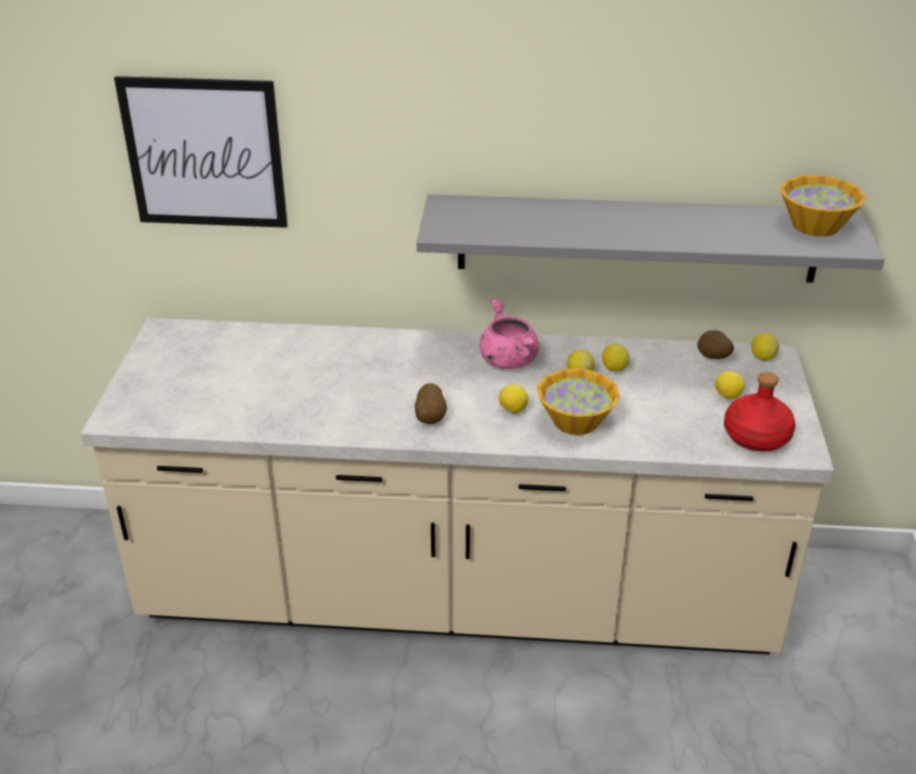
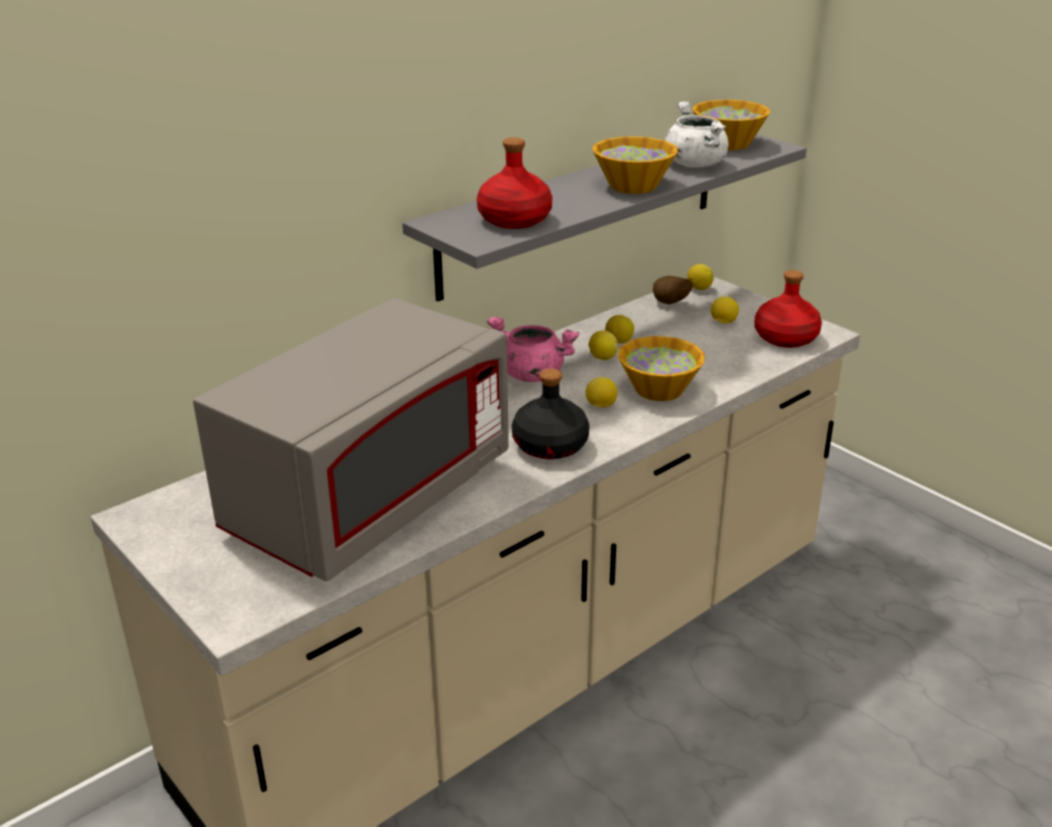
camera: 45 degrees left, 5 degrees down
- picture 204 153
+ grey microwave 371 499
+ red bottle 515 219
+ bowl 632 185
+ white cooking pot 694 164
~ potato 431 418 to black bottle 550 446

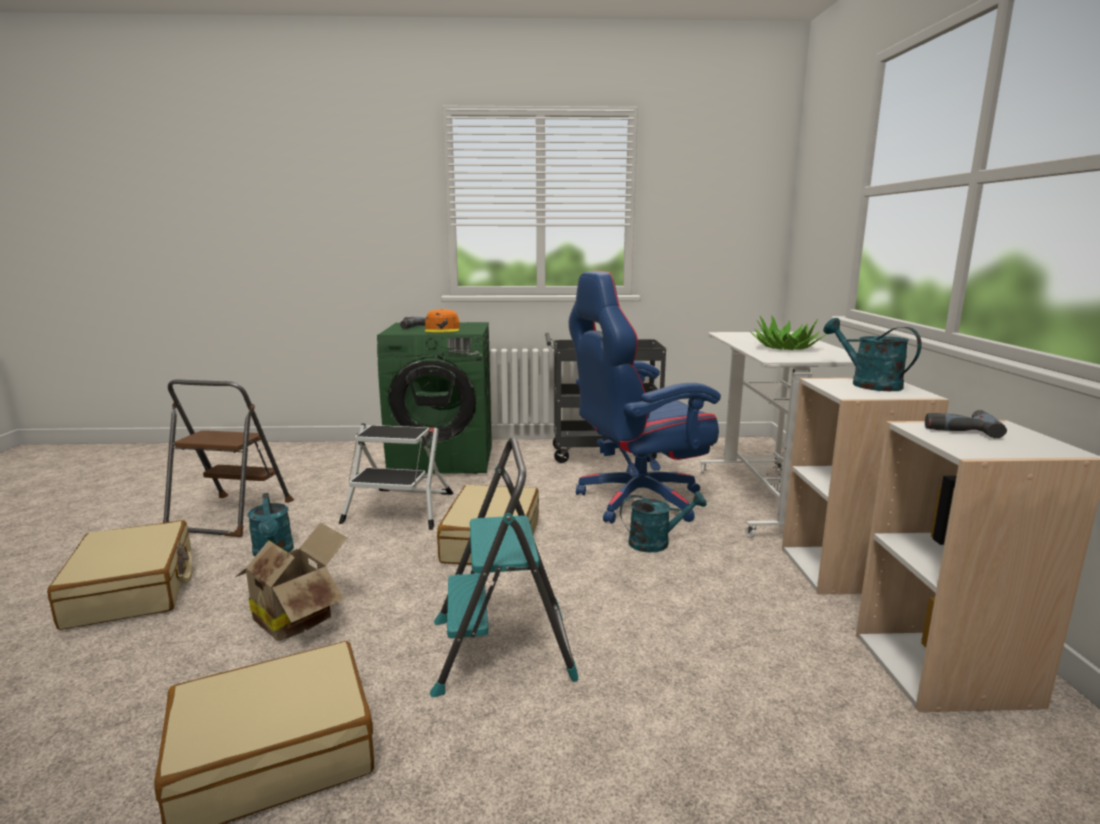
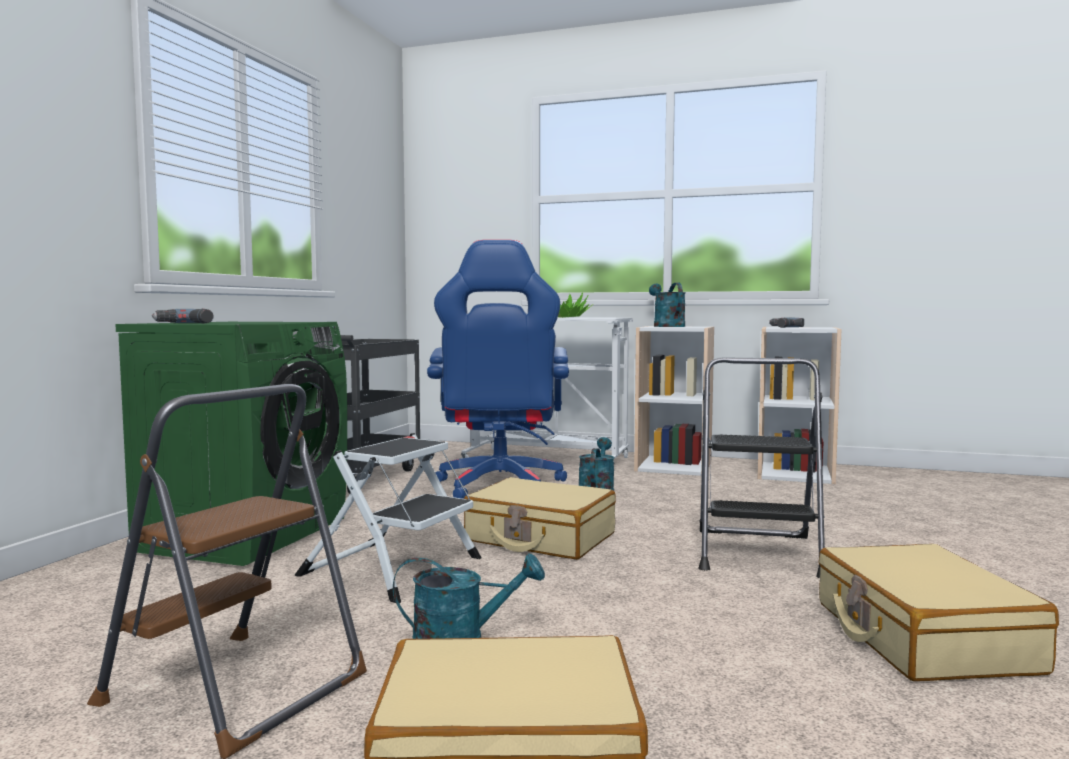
camera: 70 degrees left, 10 degrees down
- cardboard box 297 617
- orange cap 442 330
~ turquoise step ladder 509 648 to black step ladder 757 550
~ turquoise watering can 868 384 = 666 326 90 degrees clockwise

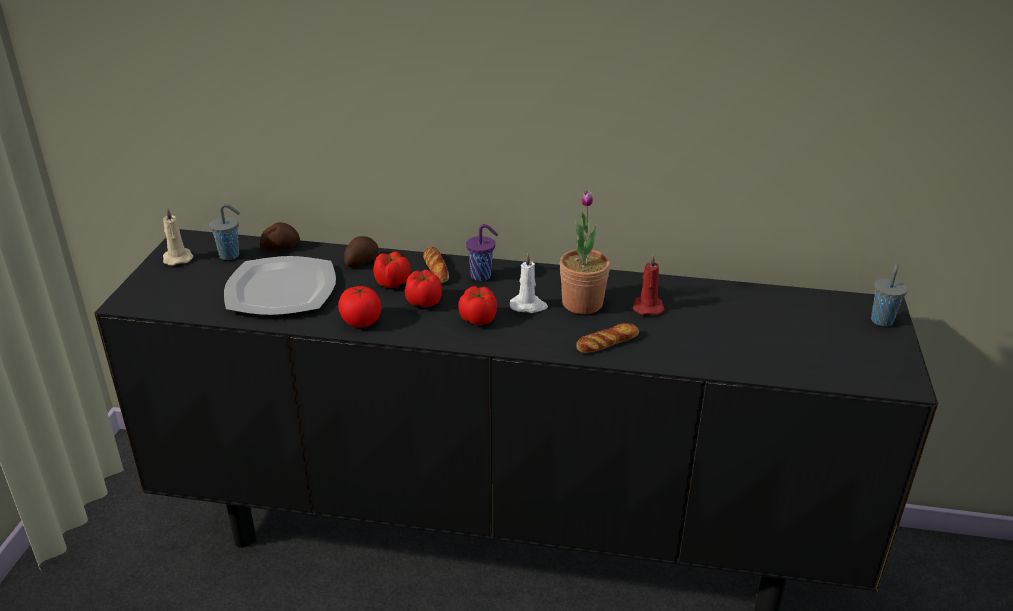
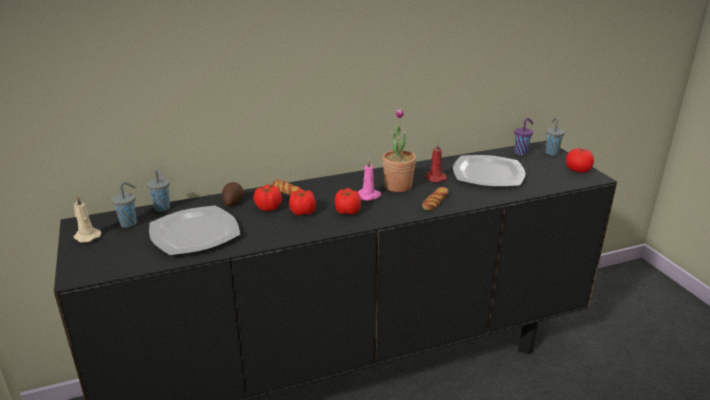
camera: 30 degrees left, 5 degrees down
+ plate 487 174
~ tomato 361 321 to 578 170
~ purple cup 482 276 to 521 153
~ potato 280 247 to grey cup 163 208
~ white candle 528 306 to pink candle 369 196

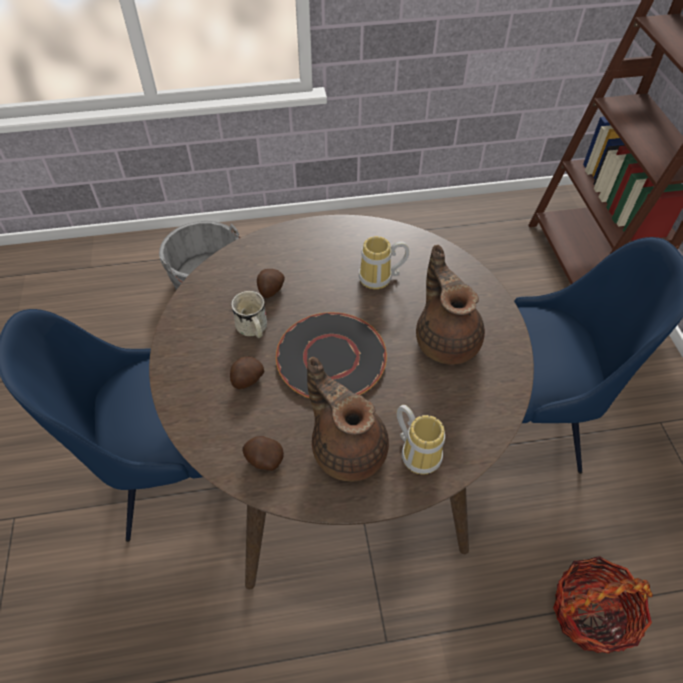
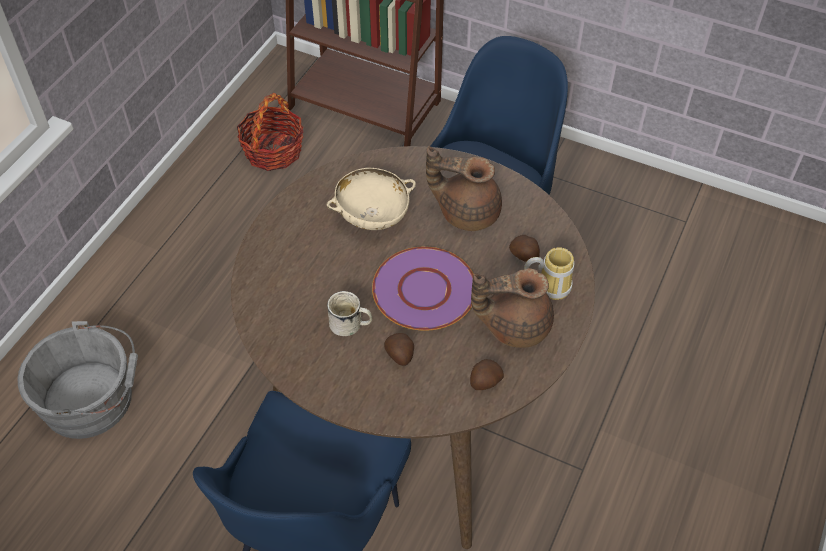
camera: 55 degrees left, 0 degrees up
~ potato 270 290 to 524 256
~ basket 591 613 to 273 151
~ mug 380 279 to beige bowl 372 215
~ black plate 330 358 to purple plate 424 290

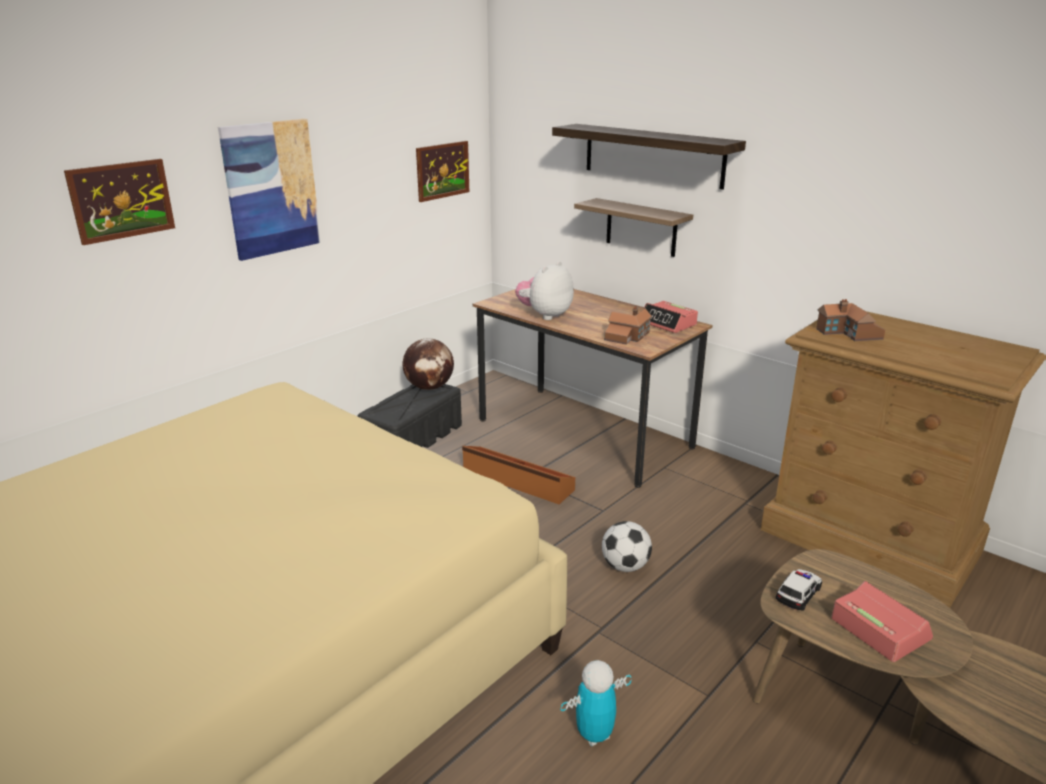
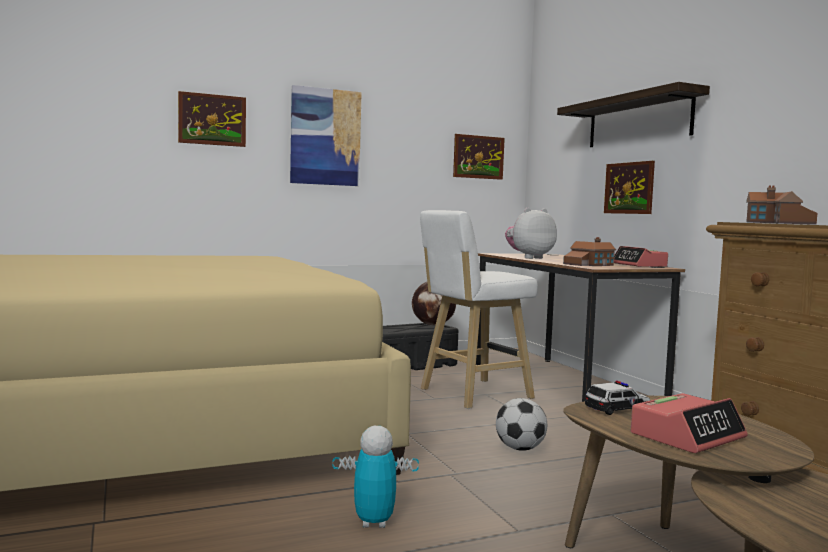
camera: 25 degrees right, 20 degrees down
~ brown storage box 517 481 to white stool 471 394
~ shelf 641 227 to picture 629 188
~ alarm clock 879 629 = 687 436 60 degrees clockwise

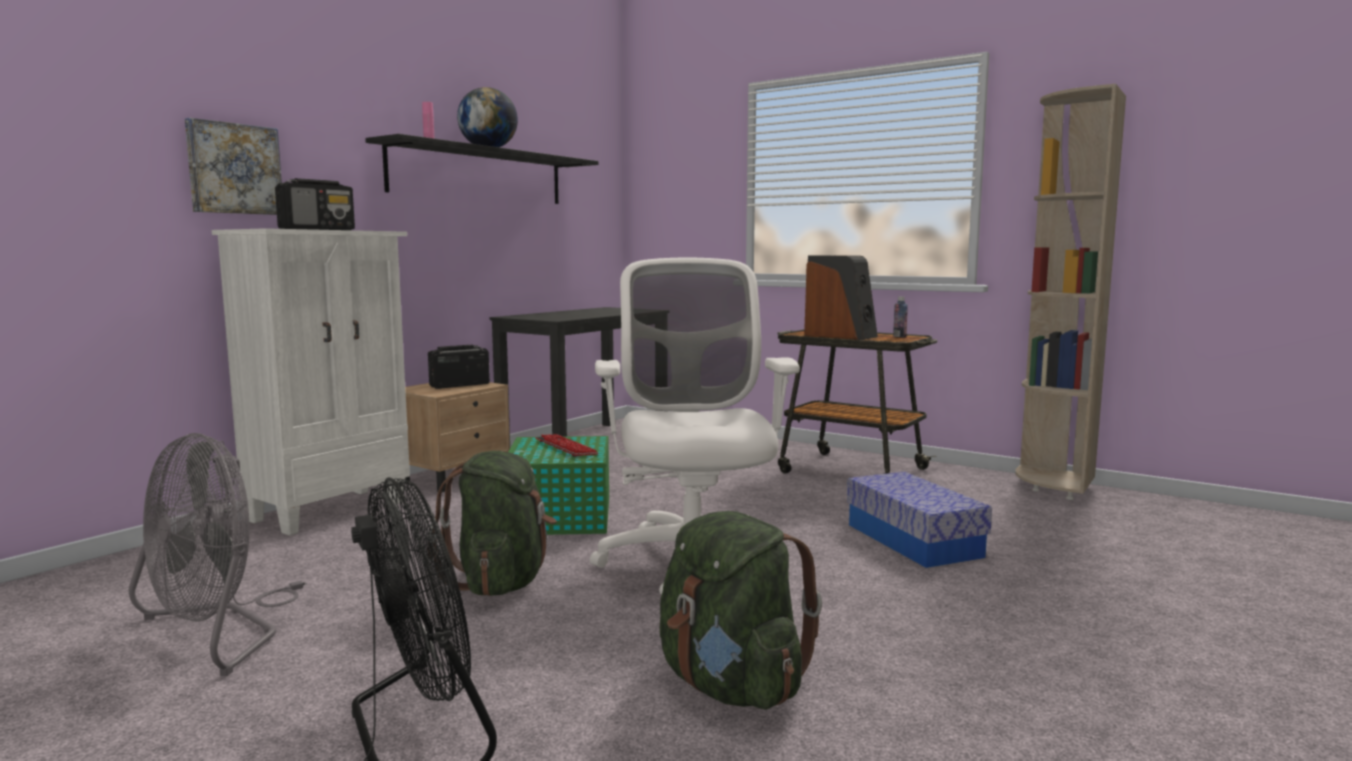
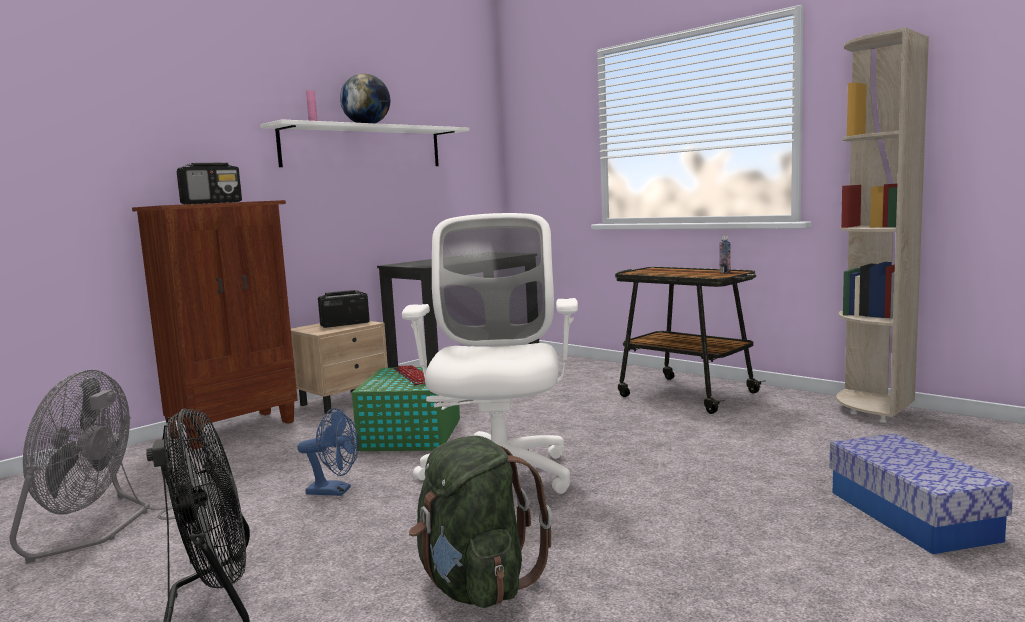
camera: 10 degrees right, 0 degrees up
- picture 233 169
- speaker 840 336
~ storage box 913 540 to 911 515
~ green backpack 500 582 to blue fan 335 491
~ white cabinet 330 512 to brown cabinet 234 430
~ black shelf 479 175 to white shelf 364 147
~ grey fan 222 629 = 111 524 45 degrees clockwise

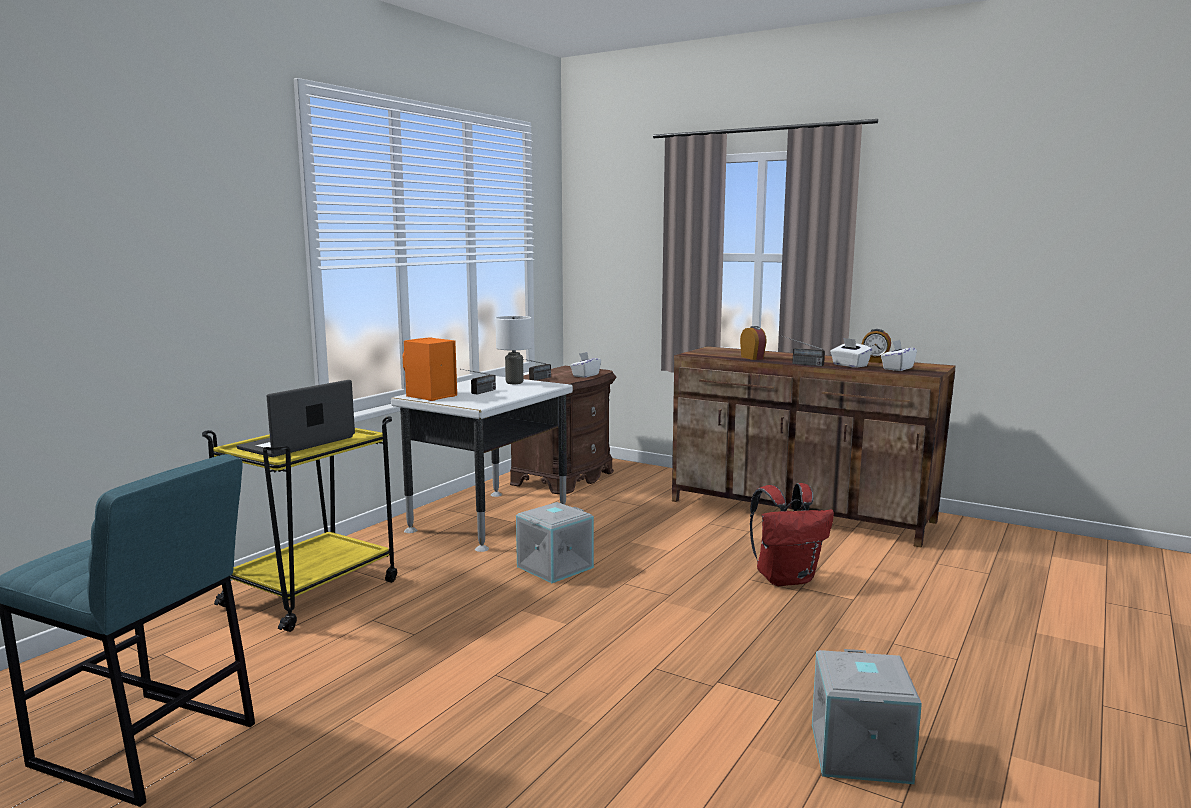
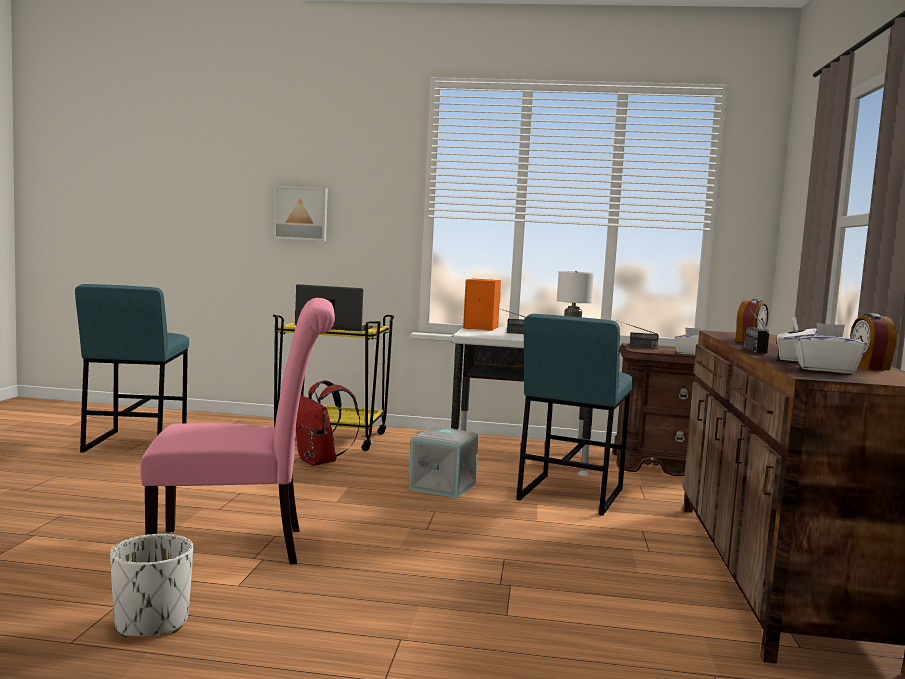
camera: 65 degrees right, 5 degrees down
+ pink chair 240 546
+ picture 301 213
+ blue stool 570 495
~ red backpack 786 578 to 320 462
~ grey storage box 862 753 to white planter 151 623

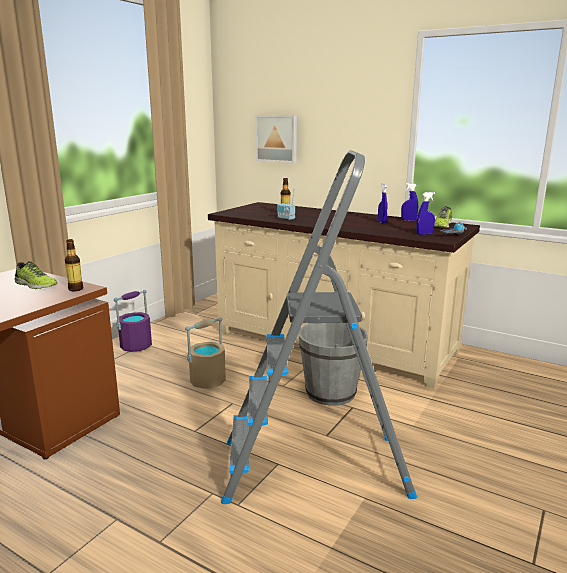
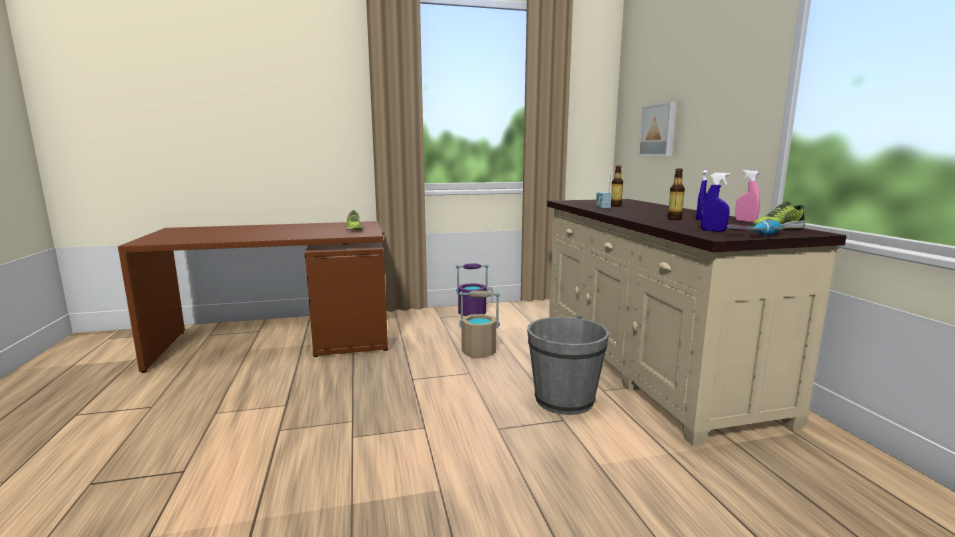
camera: 45 degrees right, 5 degrees down
- grey step ladder 313 468
~ bottle 75 289 to 674 219
~ blue spray bottle 408 220 to pink spray bottle 745 221

